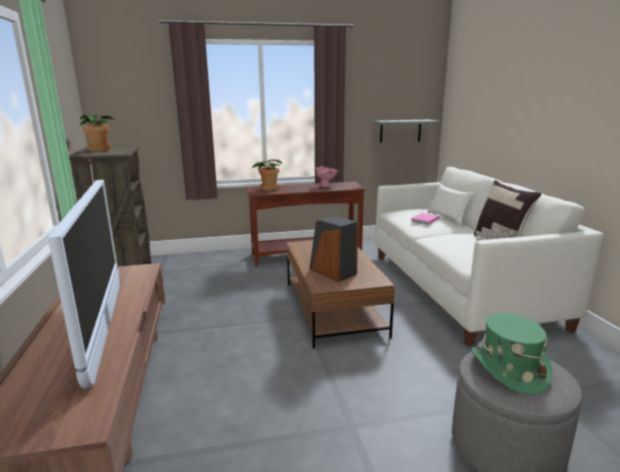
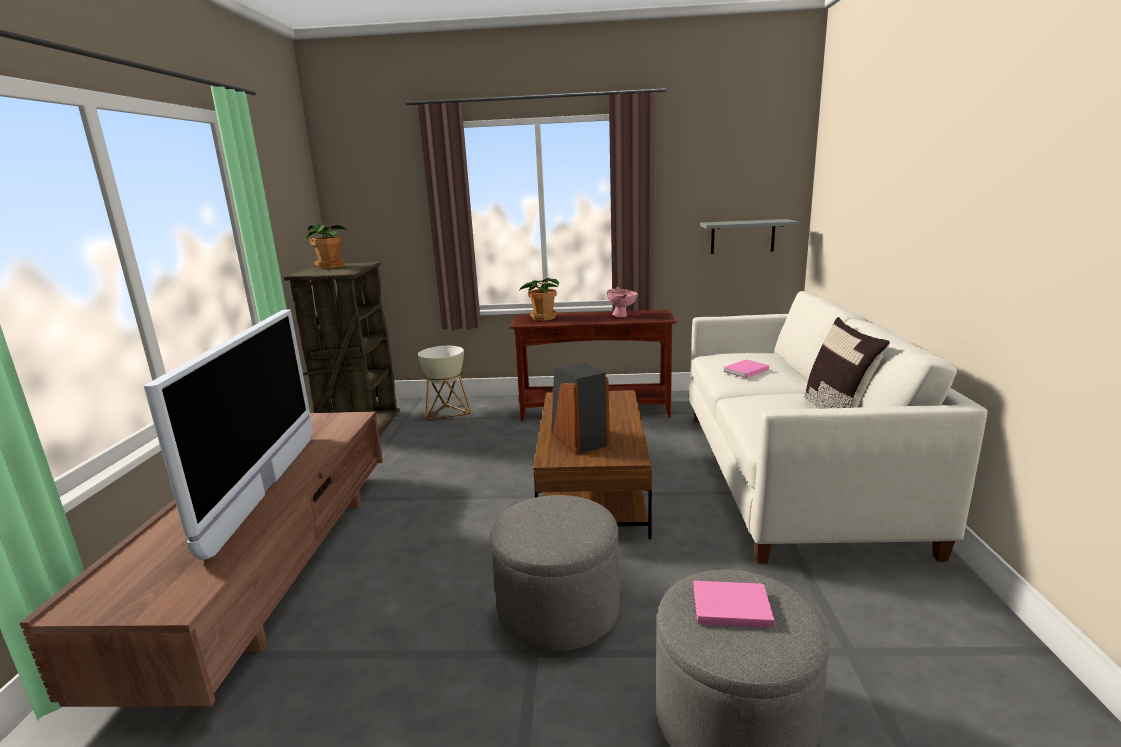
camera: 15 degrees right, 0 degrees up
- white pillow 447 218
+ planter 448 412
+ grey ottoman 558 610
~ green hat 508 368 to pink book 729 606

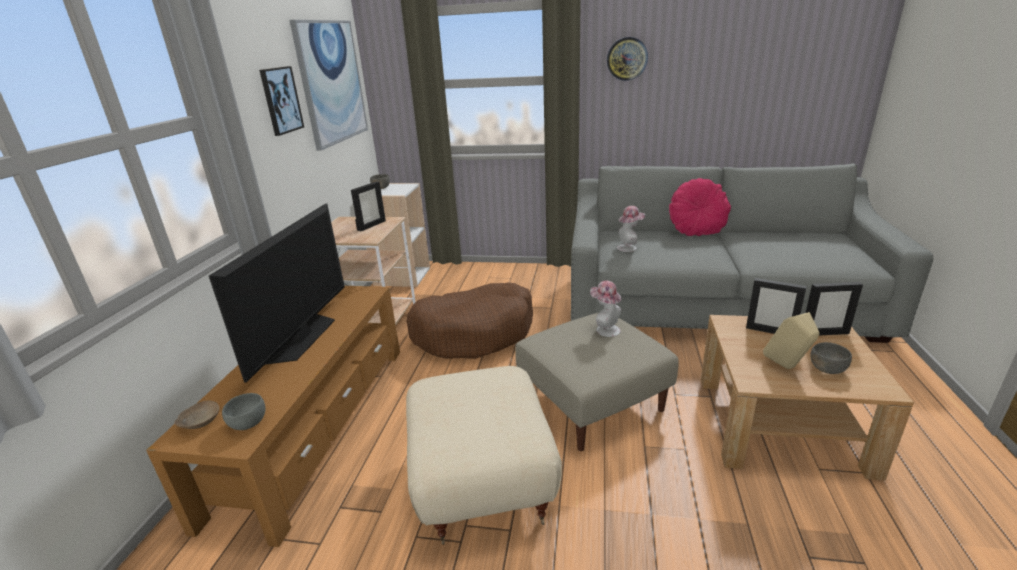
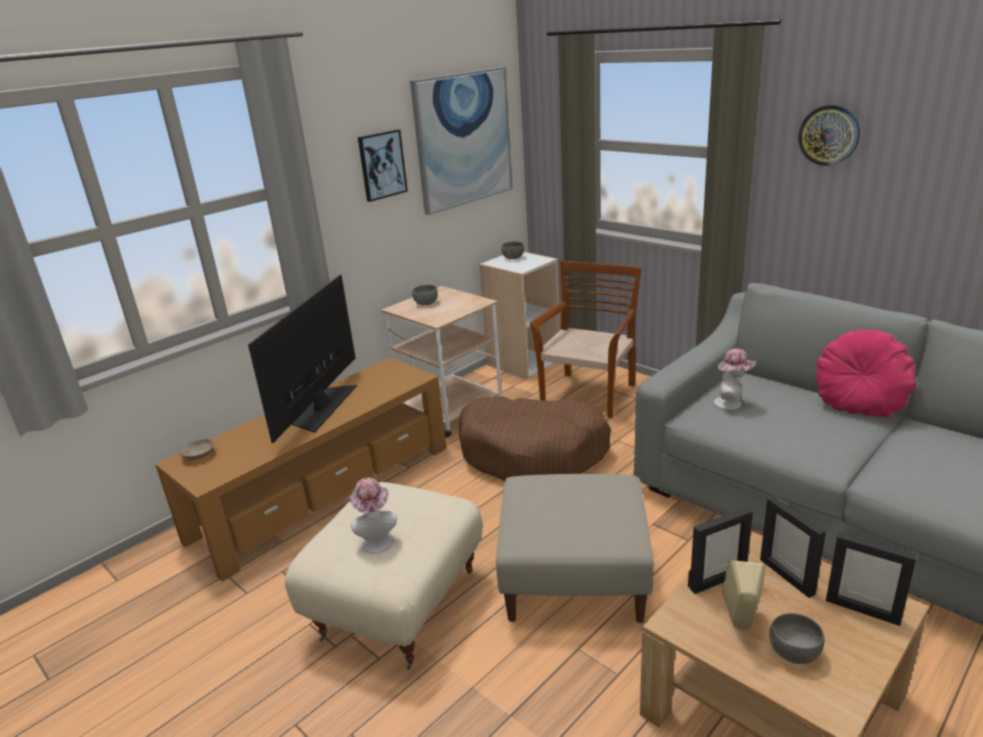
camera: 35 degrees right, 0 degrees up
+ brown armchair 588 394
~ grey bowl 248 423 to 425 303
~ picture frame 371 225 to 717 580
~ hat 605 329 to 376 540
~ television 302 338 = 322 407 150 degrees clockwise

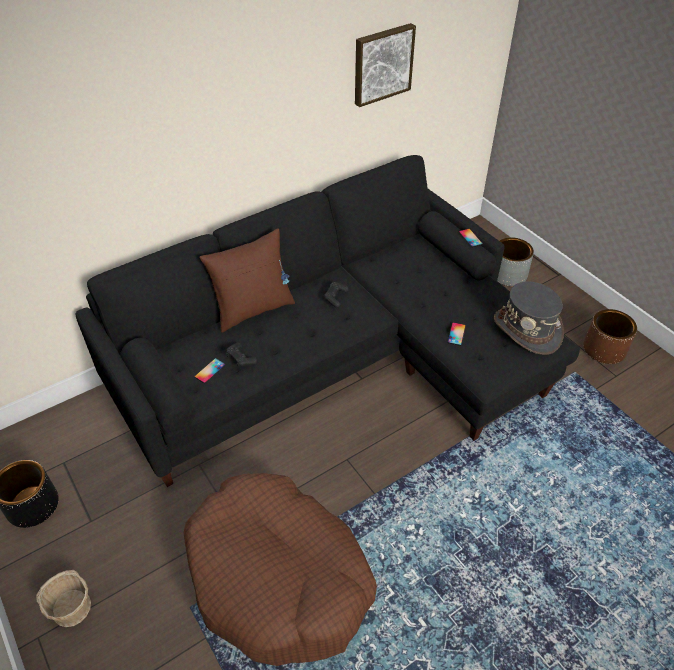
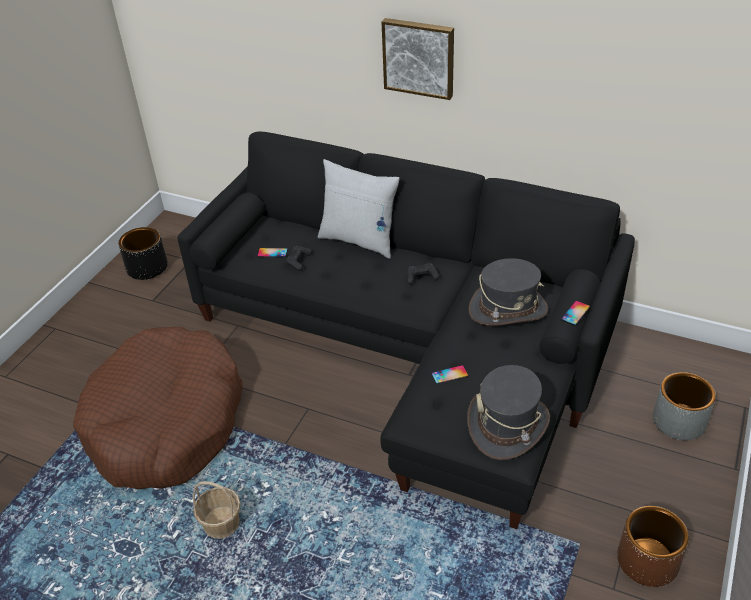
camera: 60 degrees right, 5 degrees down
+ grey hat 508 310
~ basket 71 608 to 221 523
~ picture 382 64 to 419 57
~ brown pillow 253 310 to grey pillow 358 241

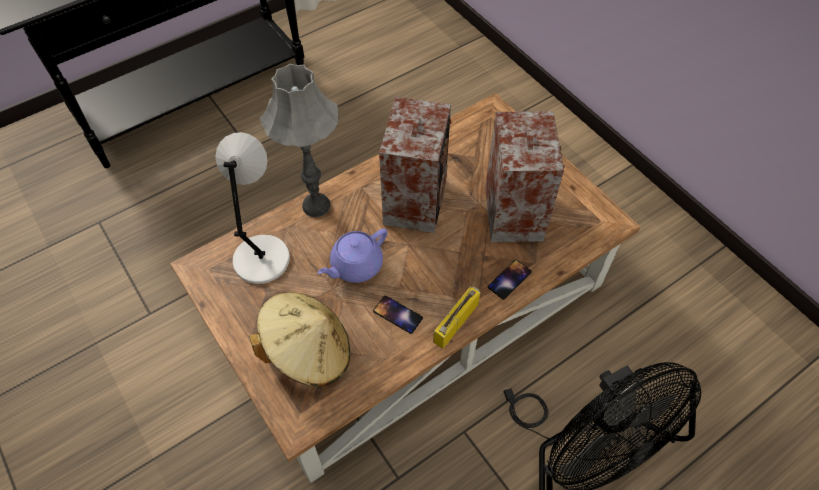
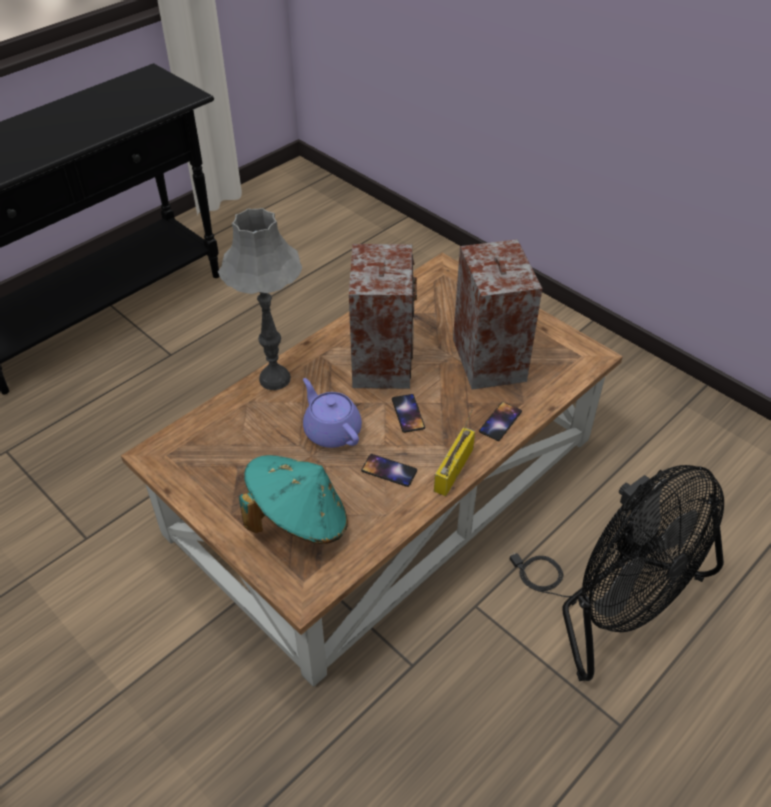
camera: 10 degrees left, 10 degrees down
- grey table lamp 262 256
+ phone 408 413
~ beige hat 308 351 to turquoise hat 298 520
~ purple teapot 355 266 = 331 430 105 degrees clockwise

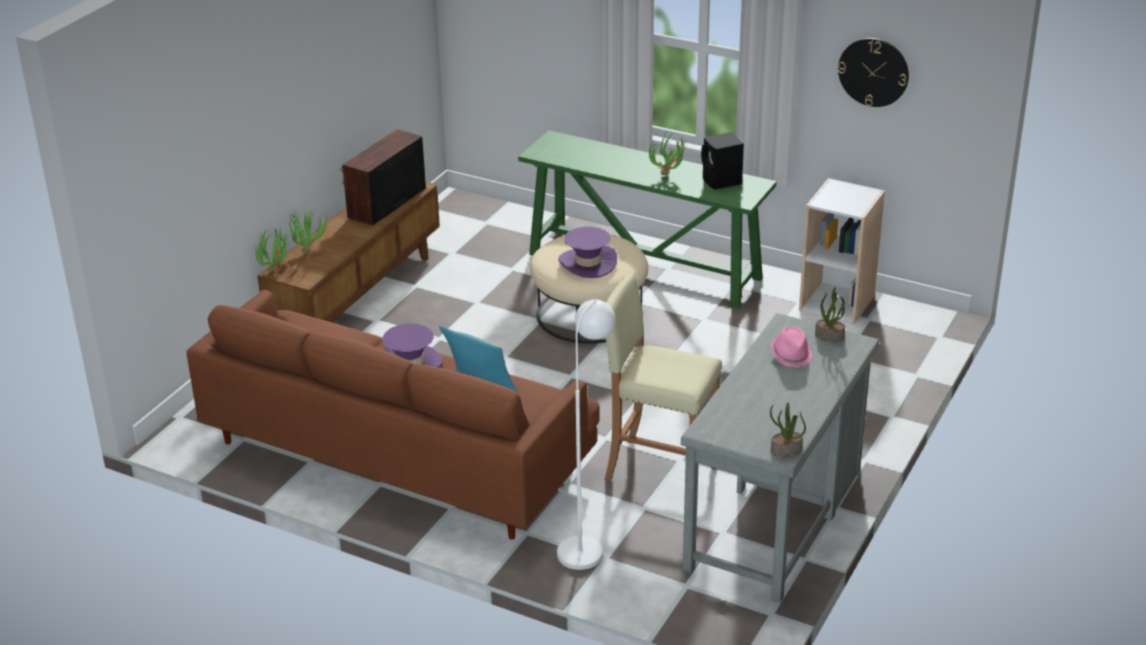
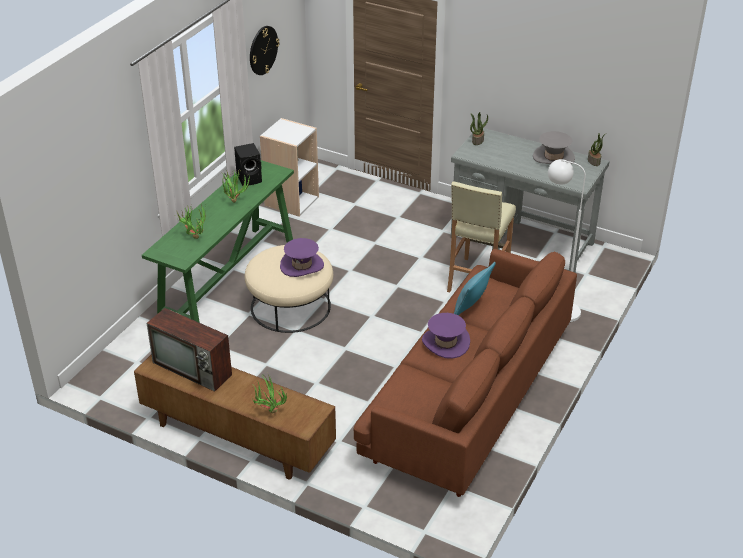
camera: 90 degrees left, 5 degrees up
- pink hat 791 355
+ grey hat 553 157
~ potted plant 277 269 to 194 236

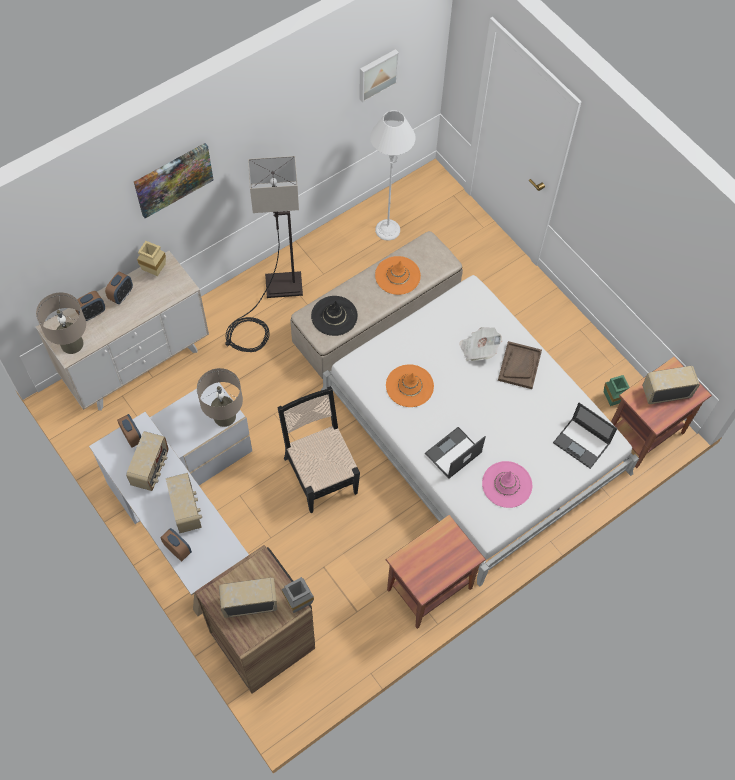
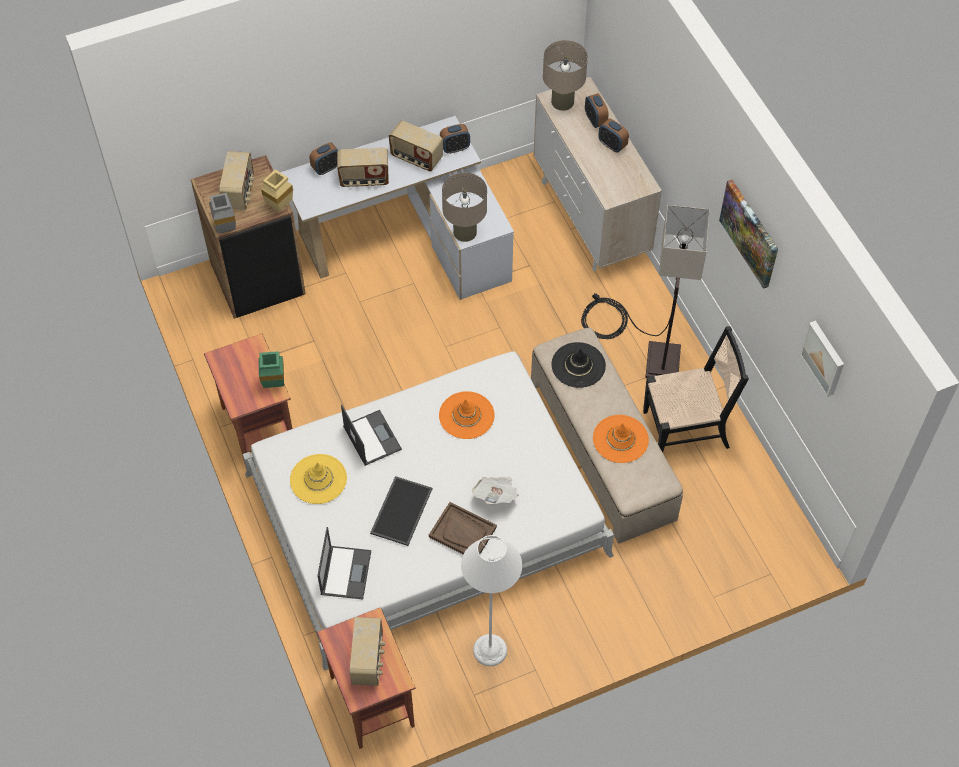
camera: 105 degrees right, 5 degrees down
+ tray 400 510
~ picture 173 179 to 750 233
~ beige vase 153 271 to 280 205
~ chair 321 475 to 686 429
~ white floor lamp 387 230 to 490 650
~ green vase 611 399 to 275 382
~ pink hat 507 484 to yellow hat 318 479
~ laptop 582 443 = 346 572 135 degrees clockwise

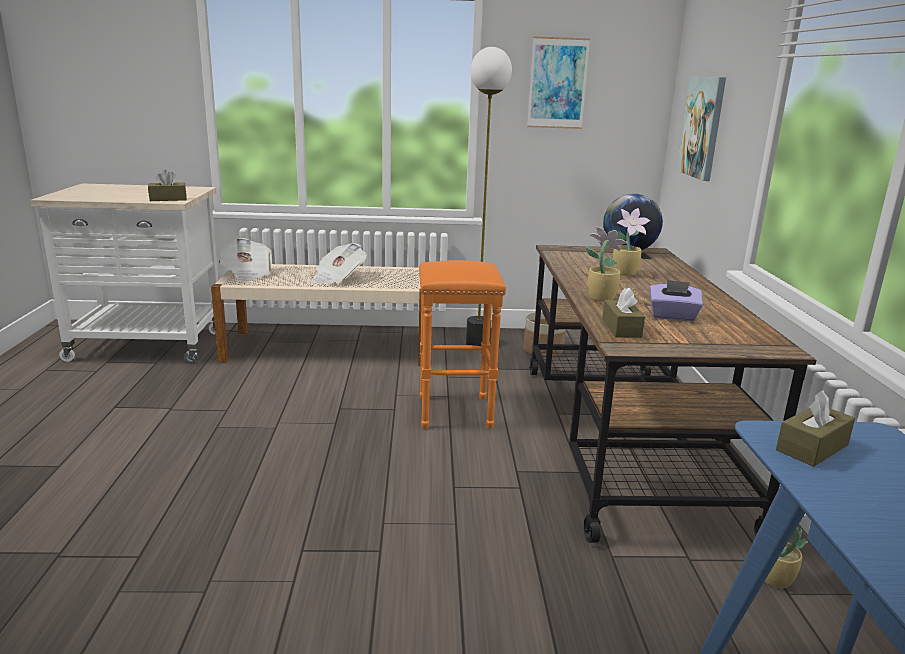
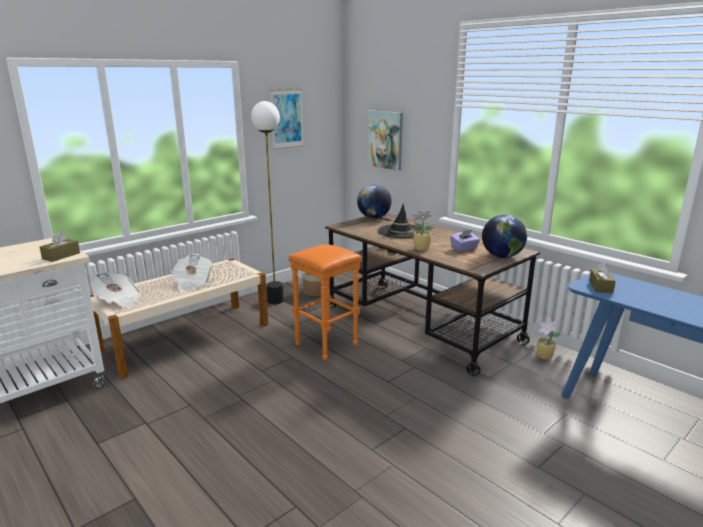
camera: 40 degrees left, 0 degrees up
- brown tissue box 621 328
+ globe 502 256
~ potted plant 626 273 to black hat 401 231

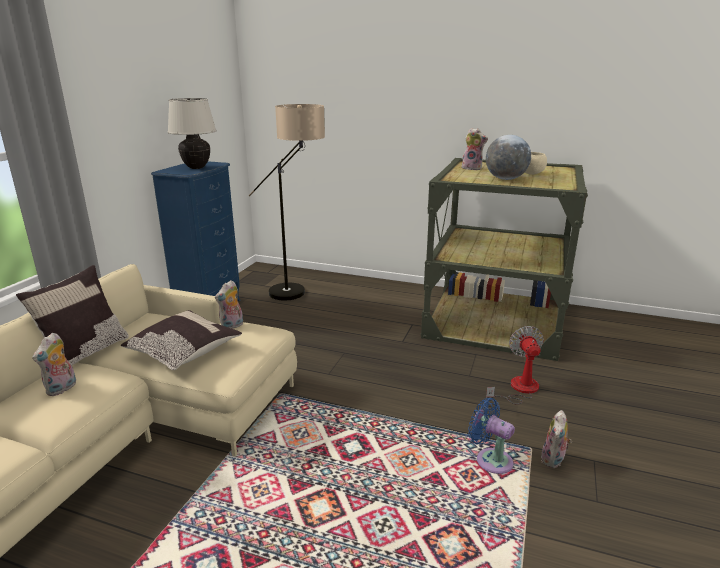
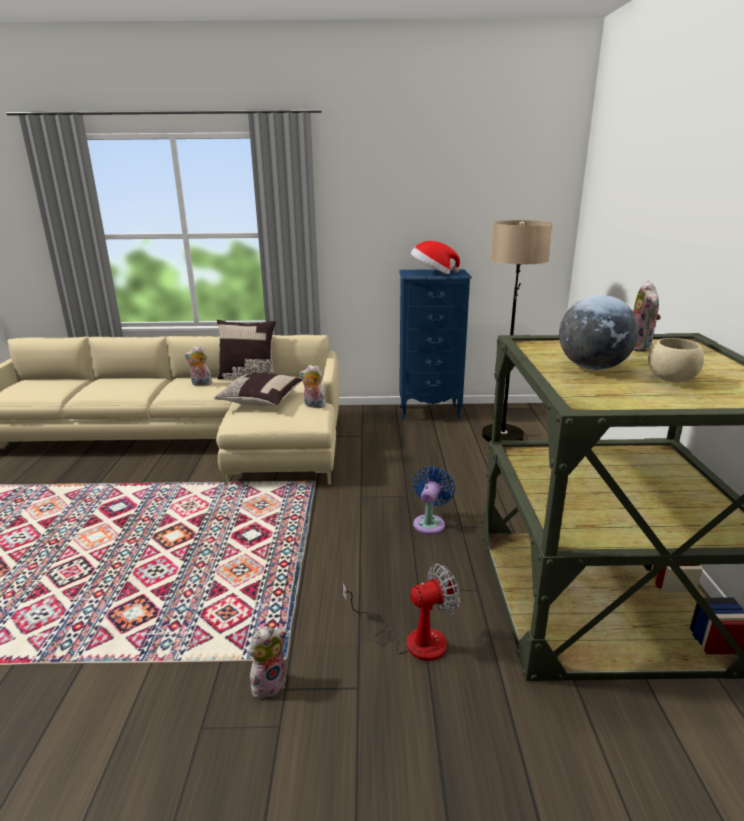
camera: 70 degrees right, 0 degrees up
~ blue fan 490 459 to 430 523
~ beige table lamp 197 168 to hat 432 273
~ plush toy 554 460 = 269 683 135 degrees clockwise

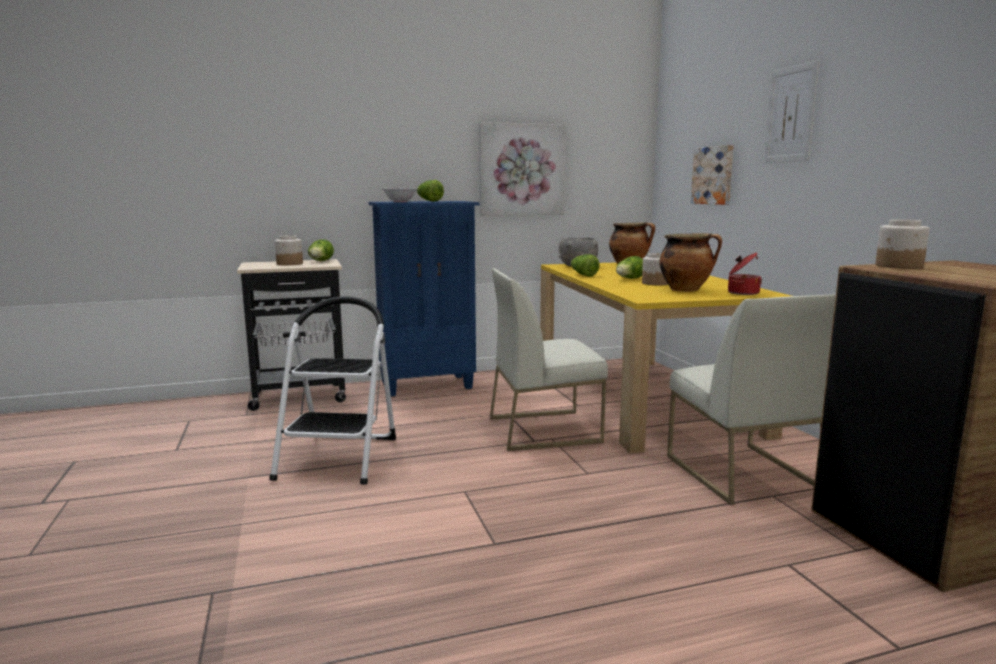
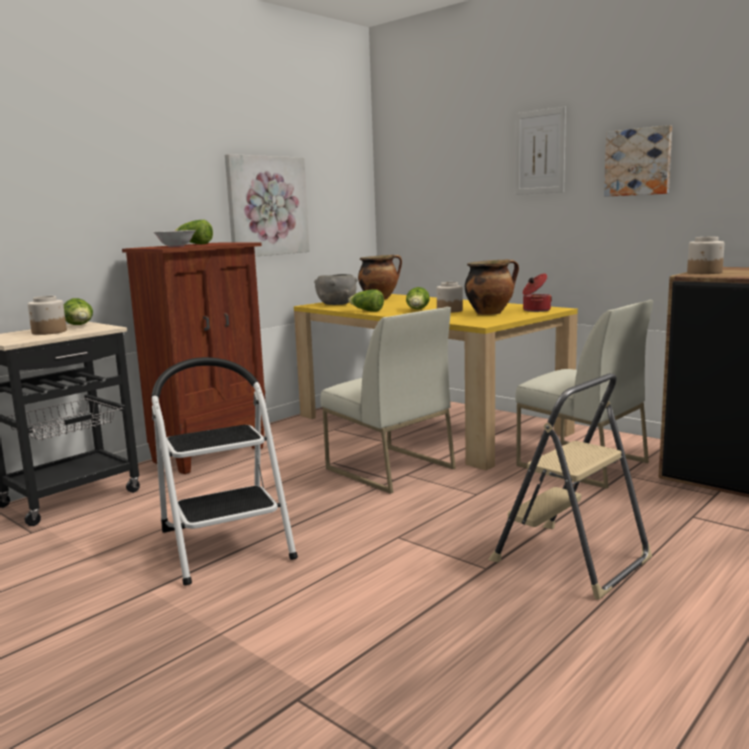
camera: 30 degrees left, 0 degrees up
+ beige step ladder 575 561
~ picture 714 175 to 638 162
~ blue cabinet 427 386 to brown cabinet 211 455
~ white chair 544 429 = 388 468 90 degrees counterclockwise

